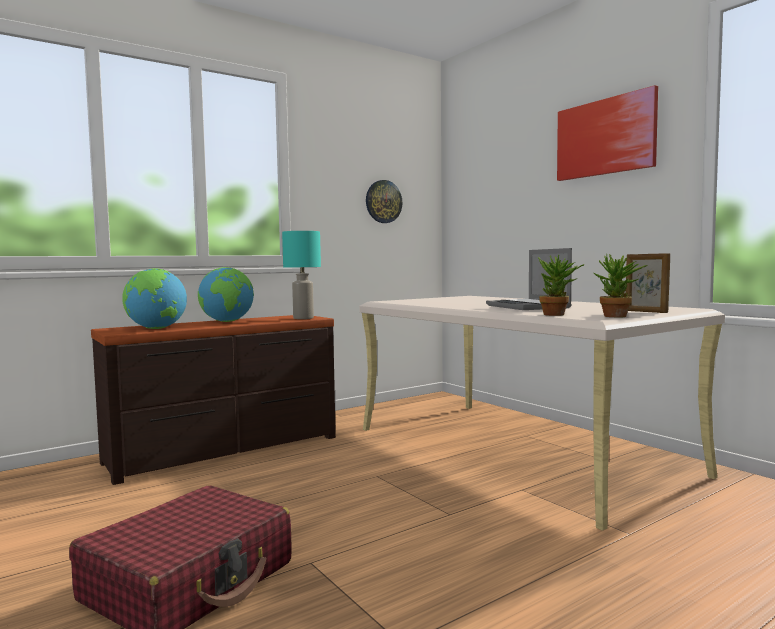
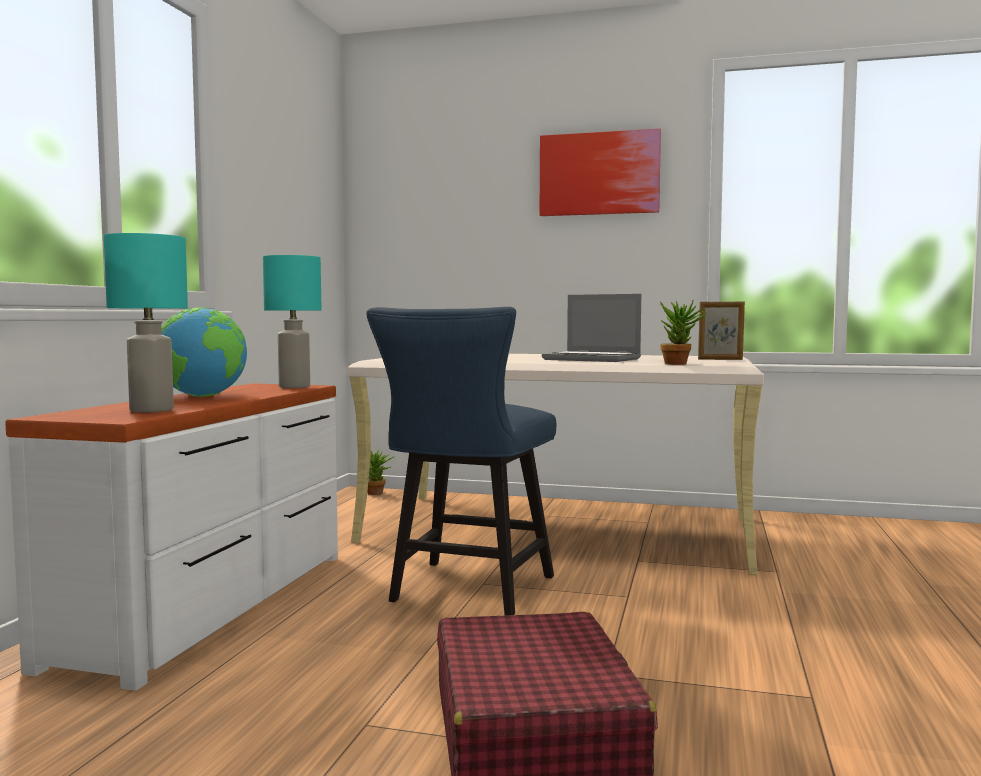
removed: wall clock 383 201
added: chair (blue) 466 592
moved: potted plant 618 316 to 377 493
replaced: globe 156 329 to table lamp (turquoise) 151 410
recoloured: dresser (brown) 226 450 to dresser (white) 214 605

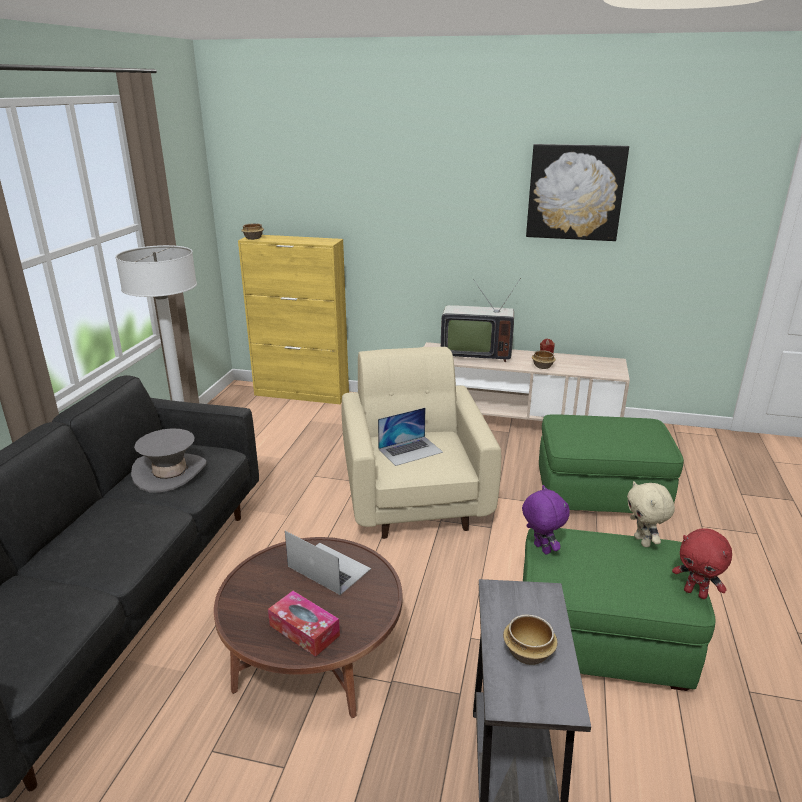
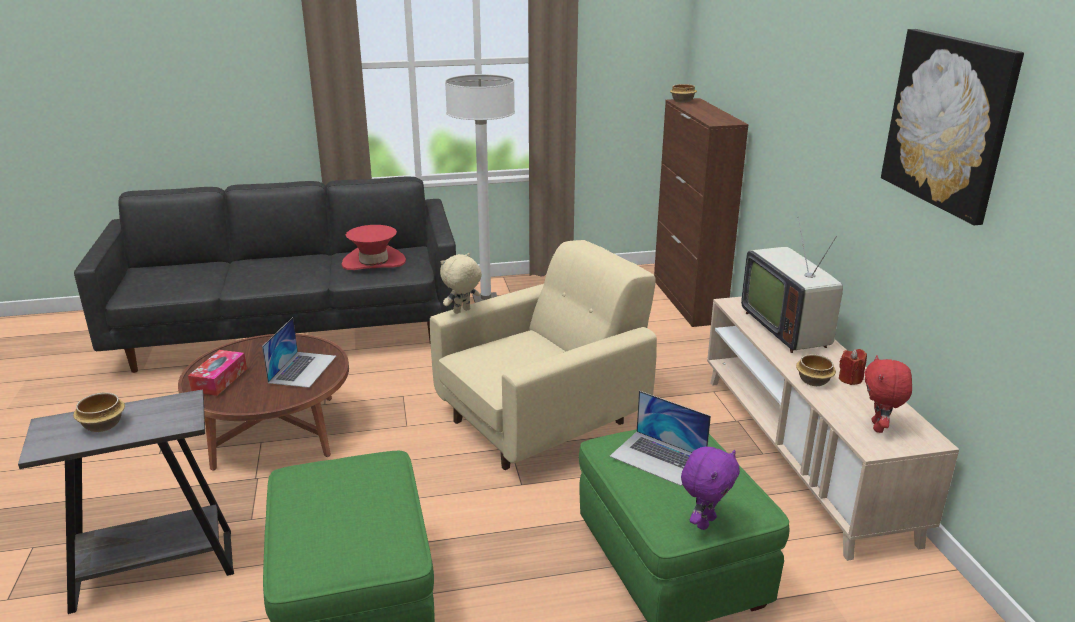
moved: laptop 410 450 to 658 457; plush toy (purple) 540 549 to 704 522; plush toy (beige) 643 541 to 462 311; plush toy (red) 696 593 to 879 427
recoloured: hat (grey) 170 472 to hat (red) 374 262; cabinet (yellow) 302 394 to cabinet (brown) 688 301

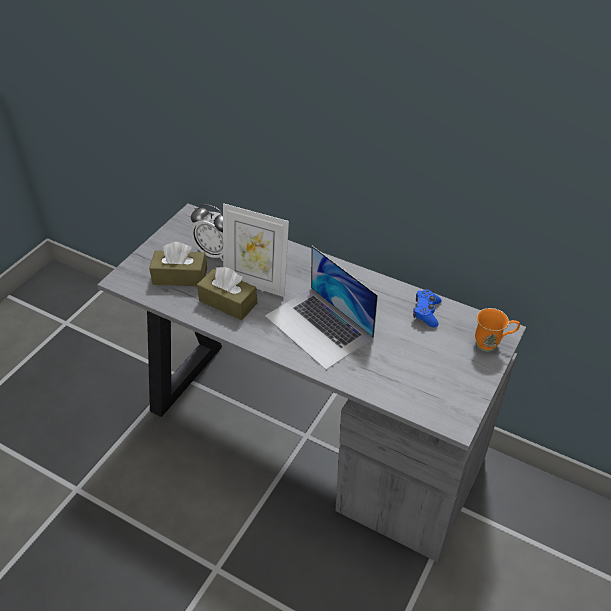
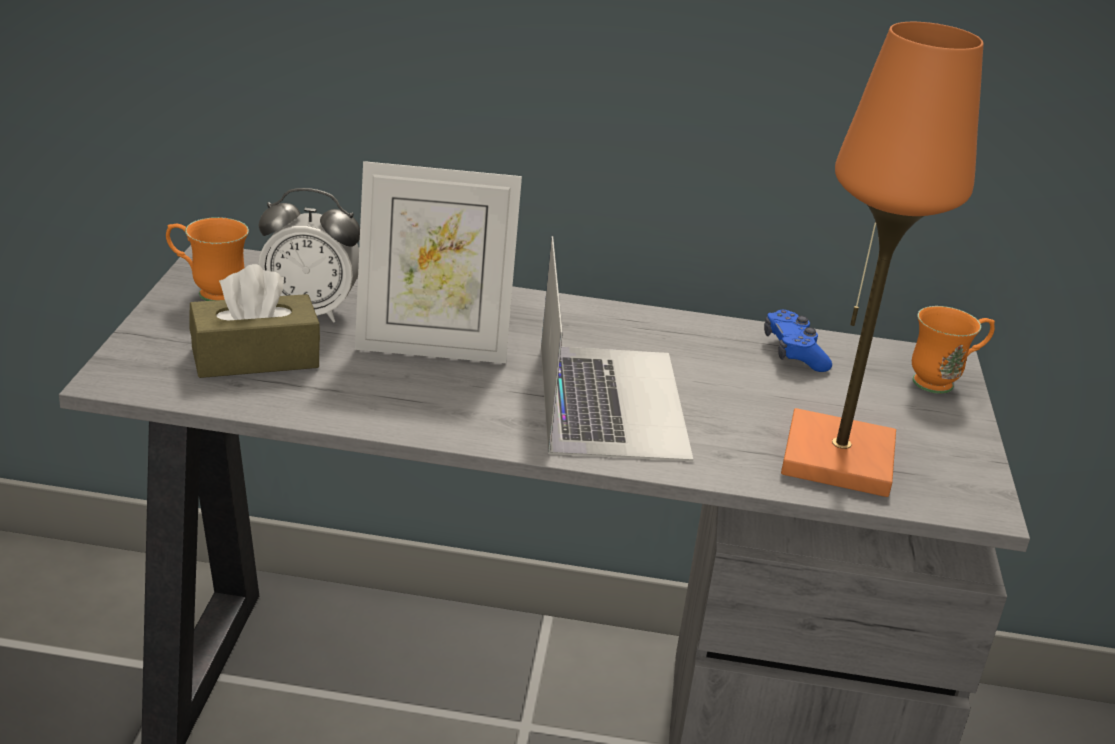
removed: tissue box (brown) 228 302
added: mug (orange) 208 292; table lamp (orange) 837 459
turned: laptop 319 327 = 611 400 120 degrees counterclockwise

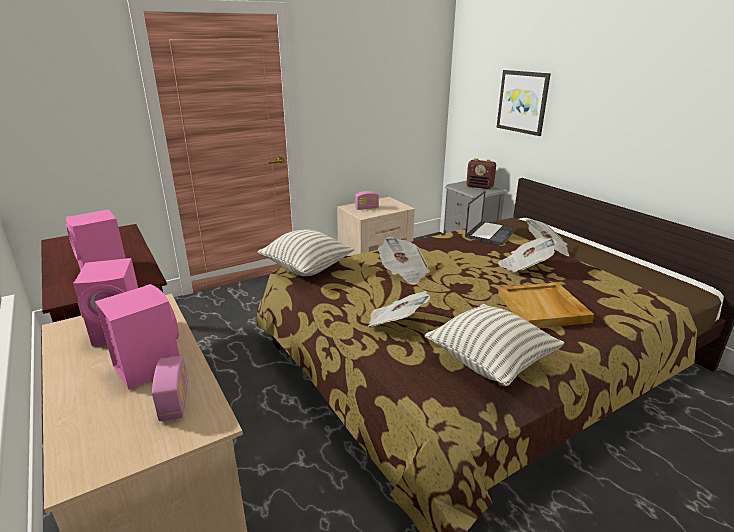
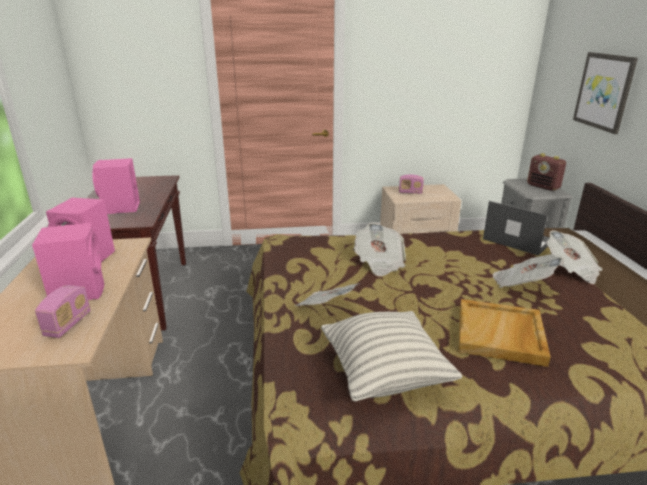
removed: pillow 307 268
turned: laptop 490 233 = 517 240 105 degrees counterclockwise

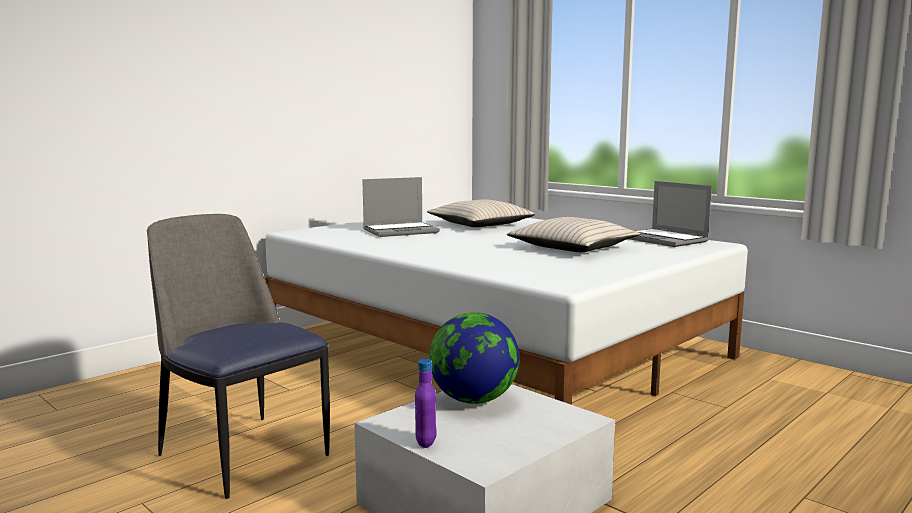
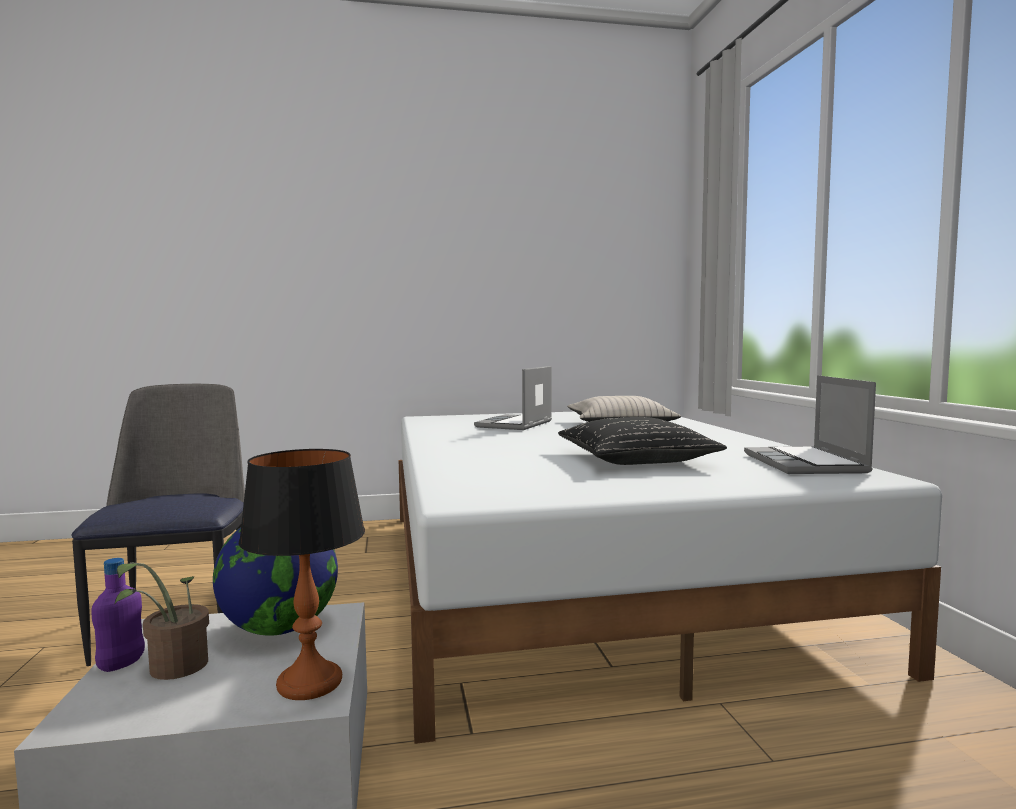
added: potted plant 172 670; table lamp 309 682
recoloured: pillow (beige) 573 248 to pillow (black) 635 459
turned: laptop 401 231 = 515 424 105 degrees clockwise

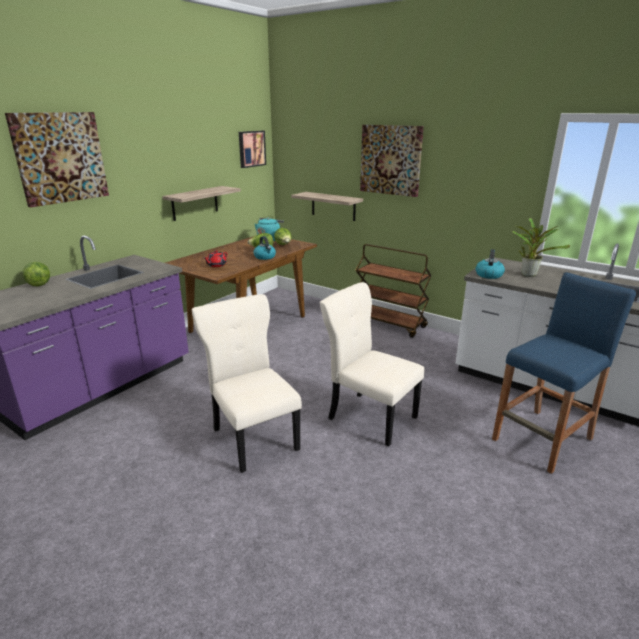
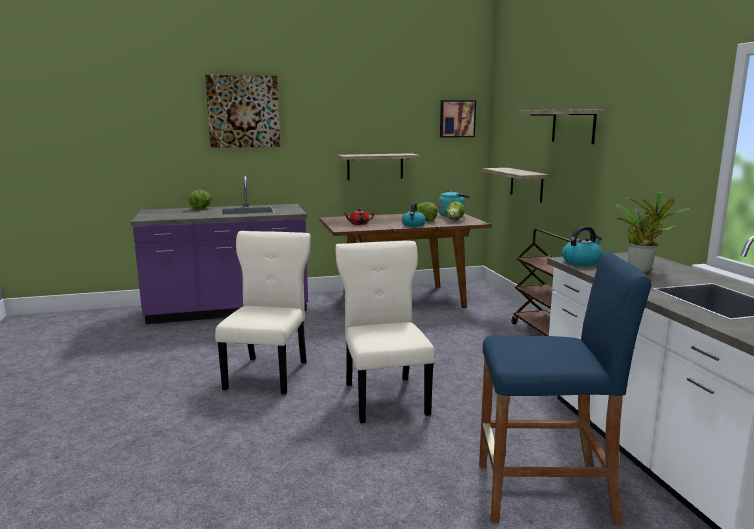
replaced: picture 391 160 to shelf 573 126

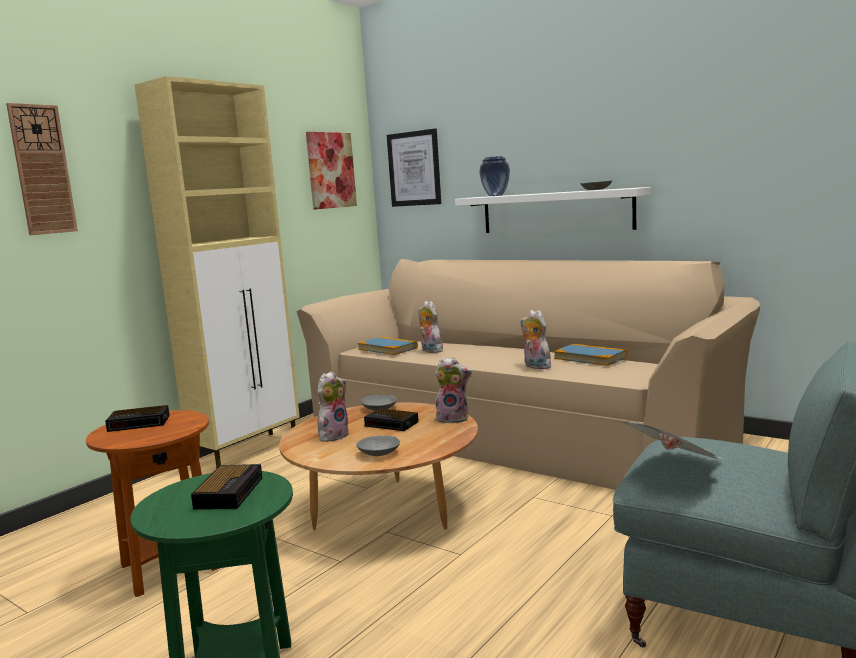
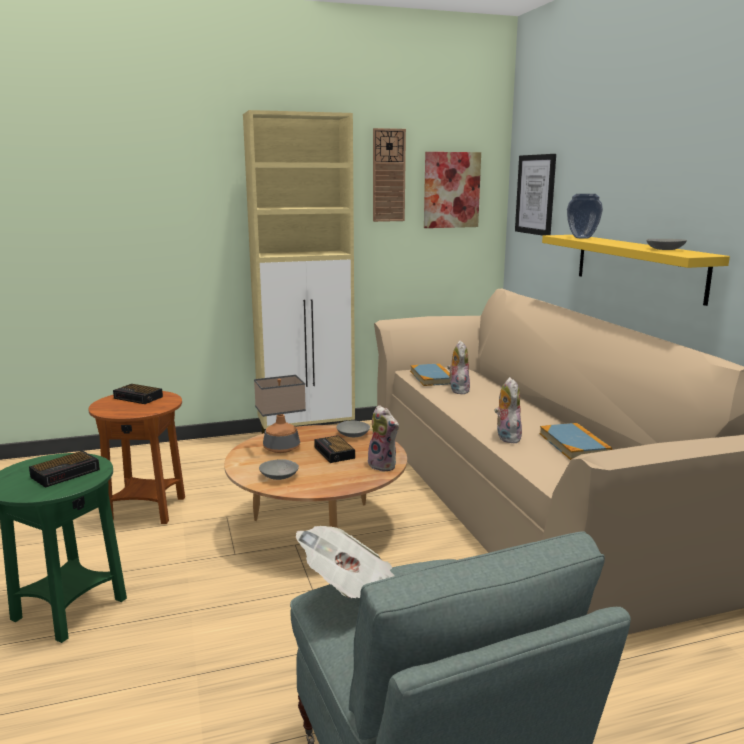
moved: wall clock 42 170 to 388 175
replaced: plush toy 333 435 to table lamp 281 448
recoloured: shelf (white) 555 212 to shelf (yellow) 637 266

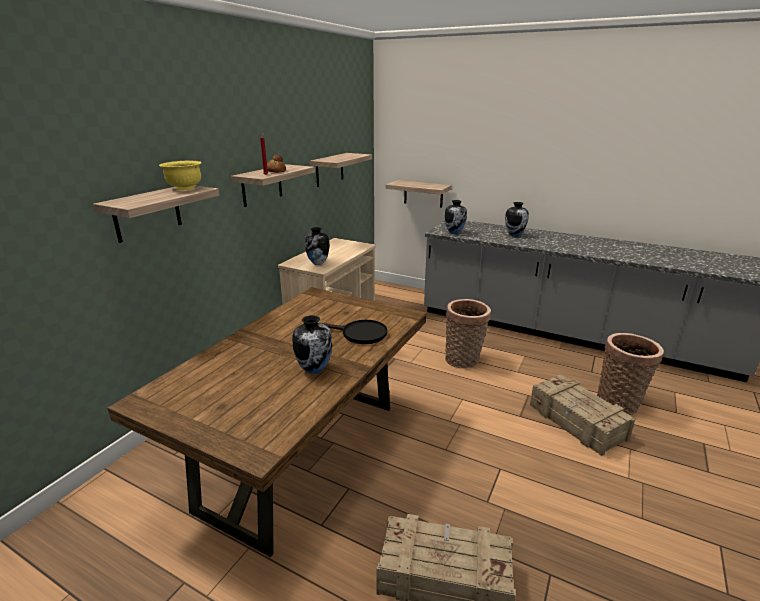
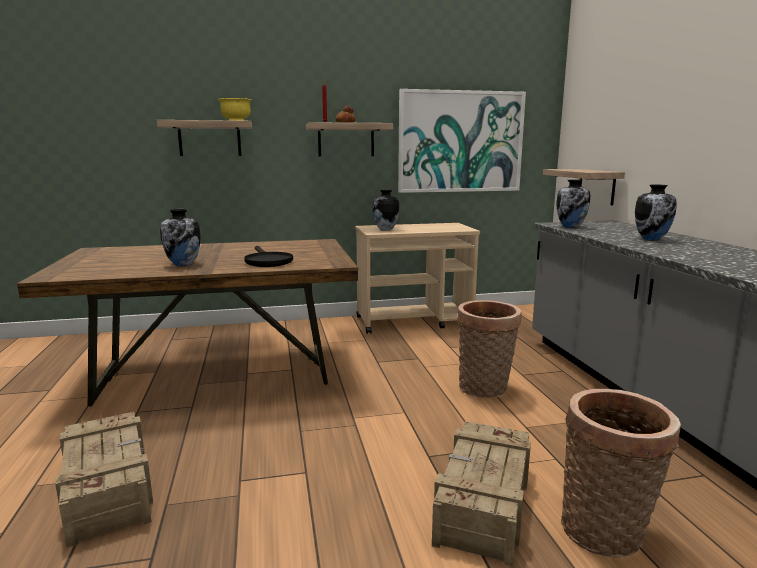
replaced: shelf 329 169 to picture 460 142

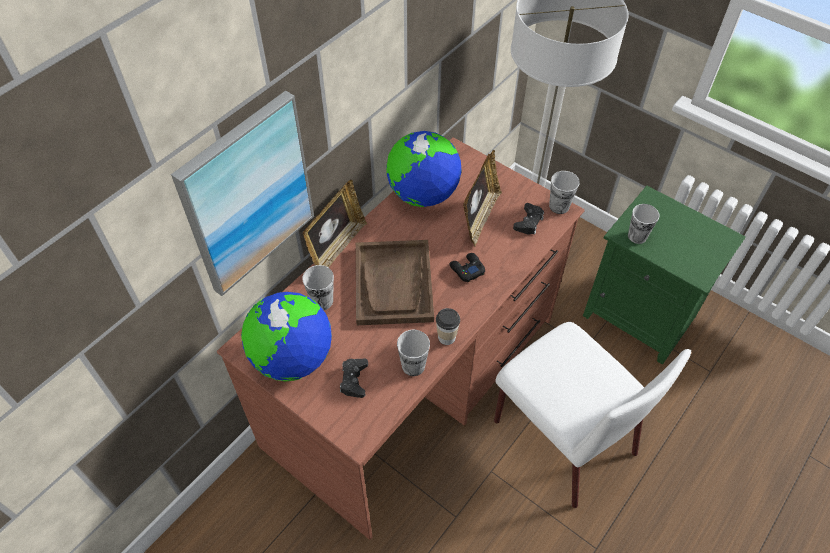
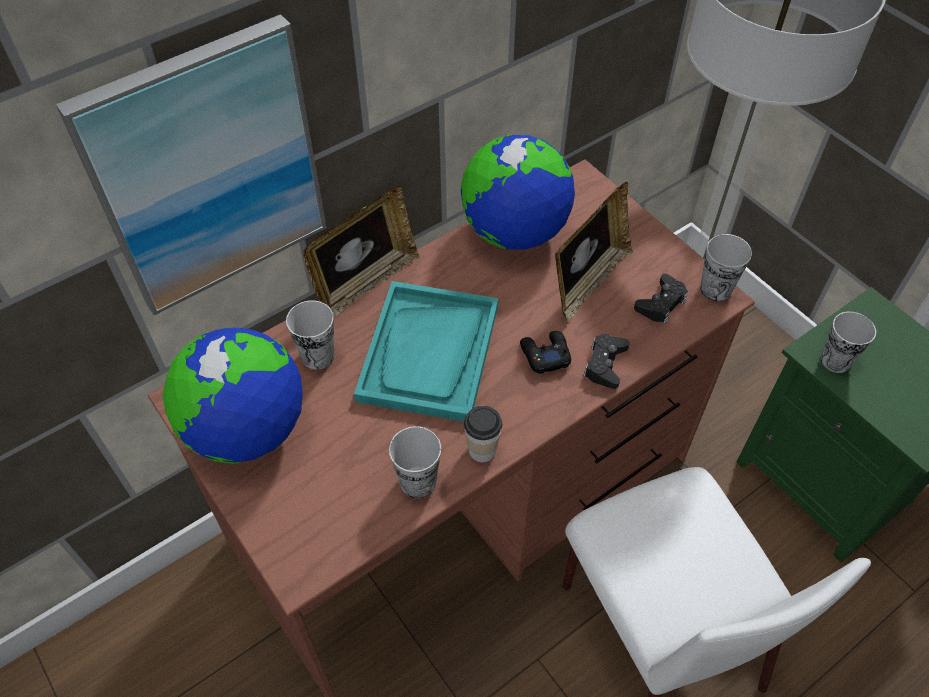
moved: game controller (black) 354 380 to 605 364
recoloured: tray (brown) 394 284 to tray (turquoise) 429 353

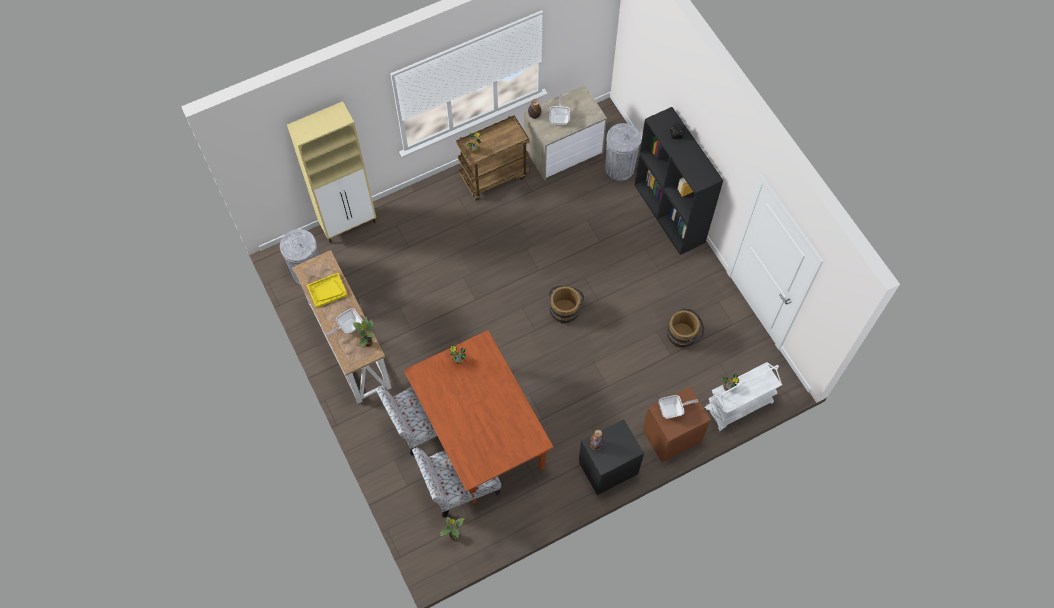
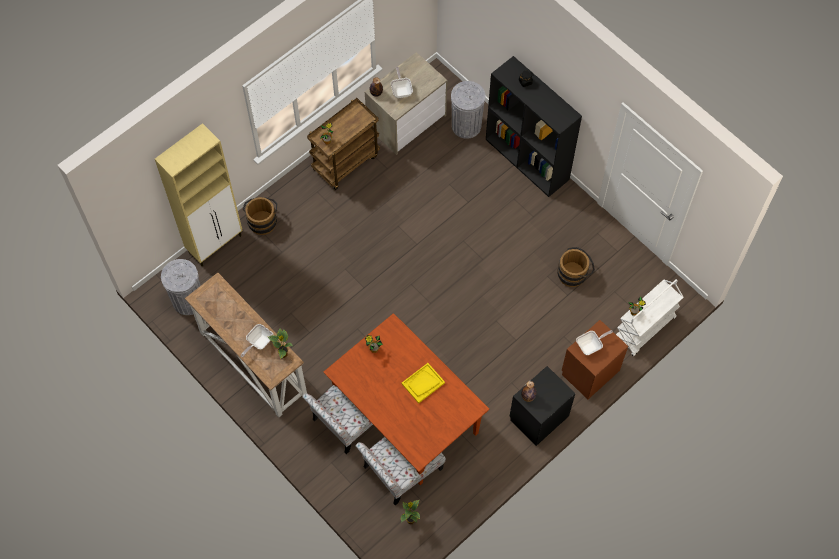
moved: tray (yellow) 327 291 to 423 383; bucket (brown) 565 309 to 262 220

